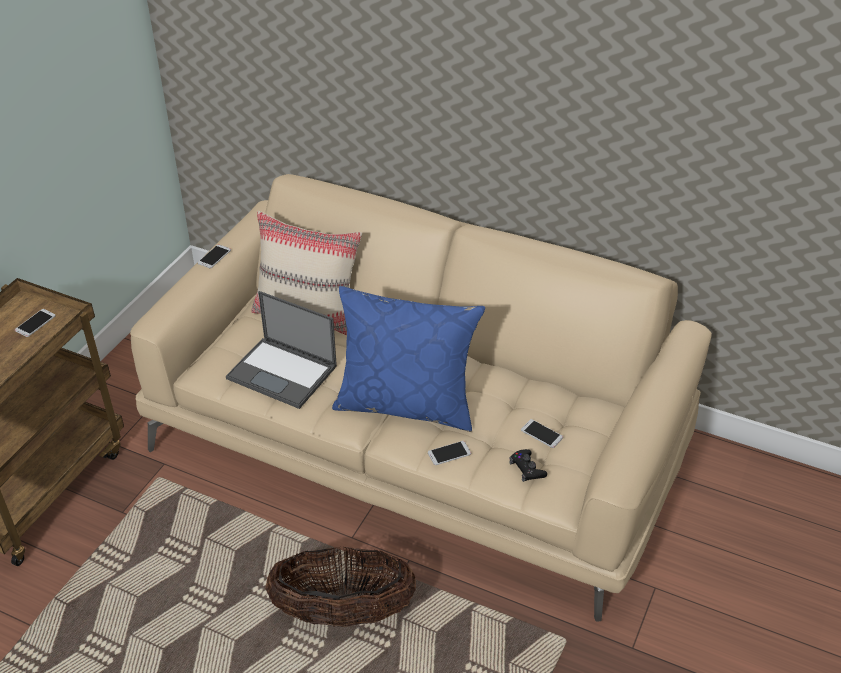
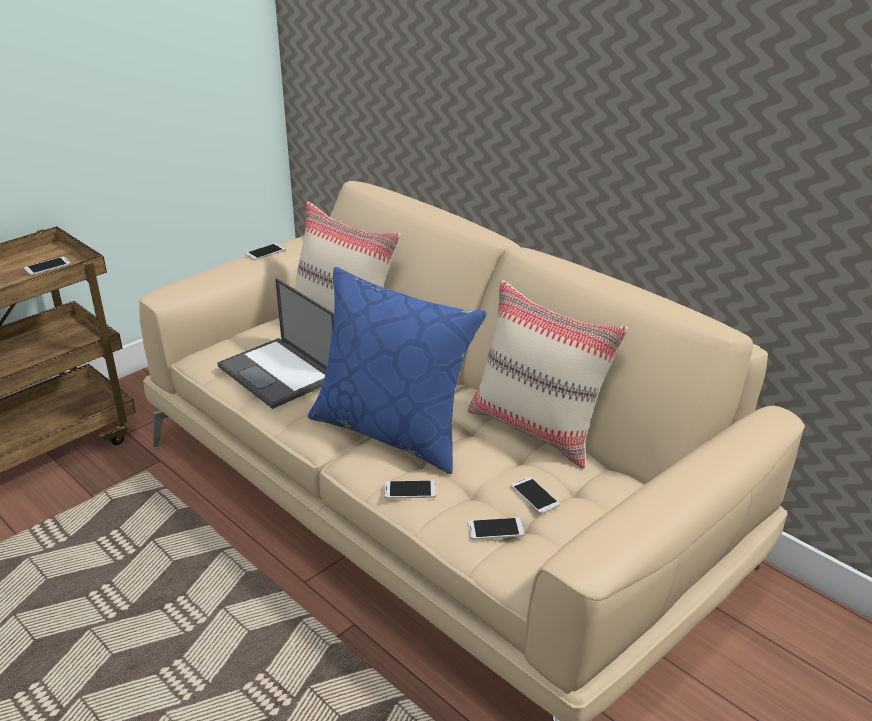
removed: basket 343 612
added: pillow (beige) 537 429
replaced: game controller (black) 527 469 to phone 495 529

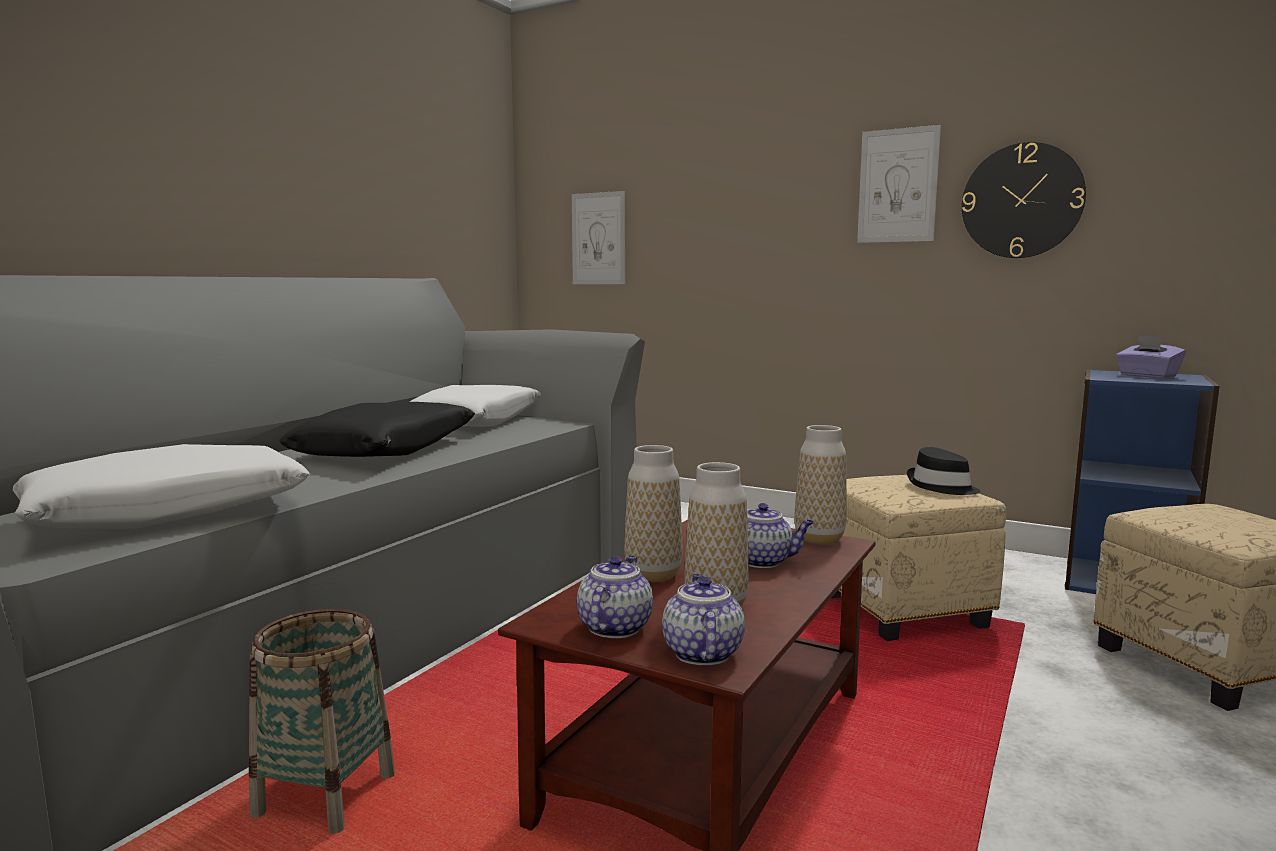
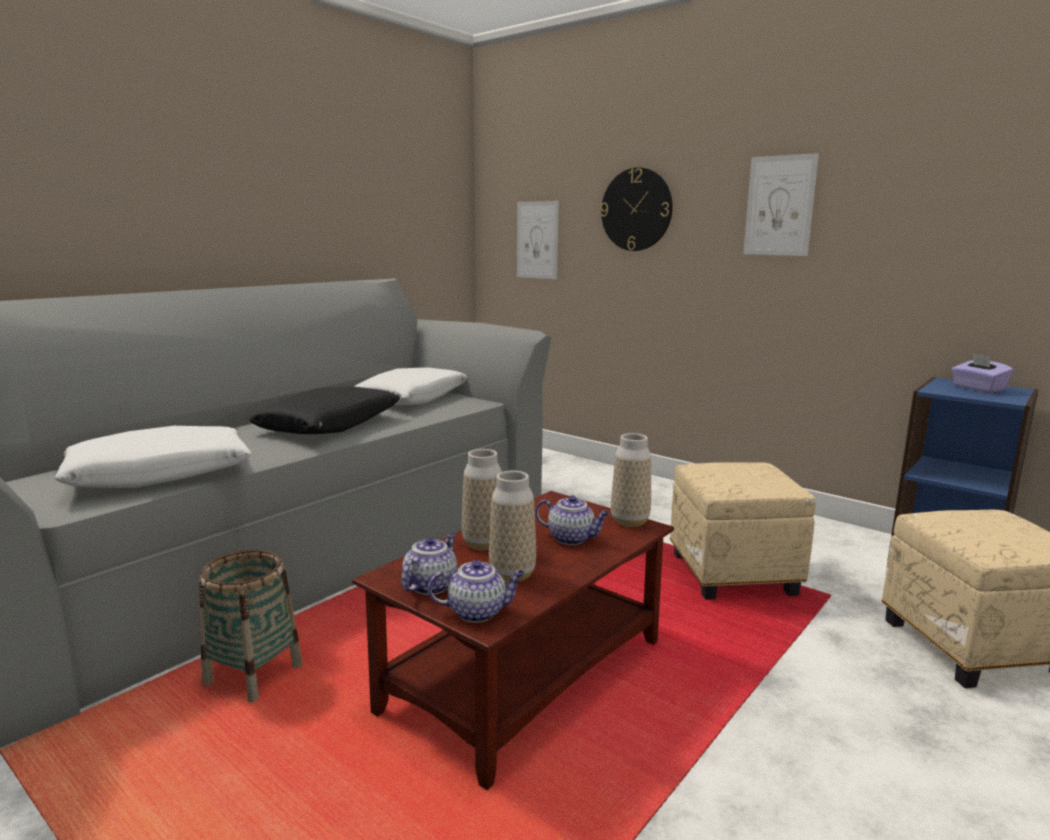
removed: hat (black) 941 486
moved: wall clock 1022 201 to 636 209
turned: teapot 701 652 = 478 612 75 degrees clockwise

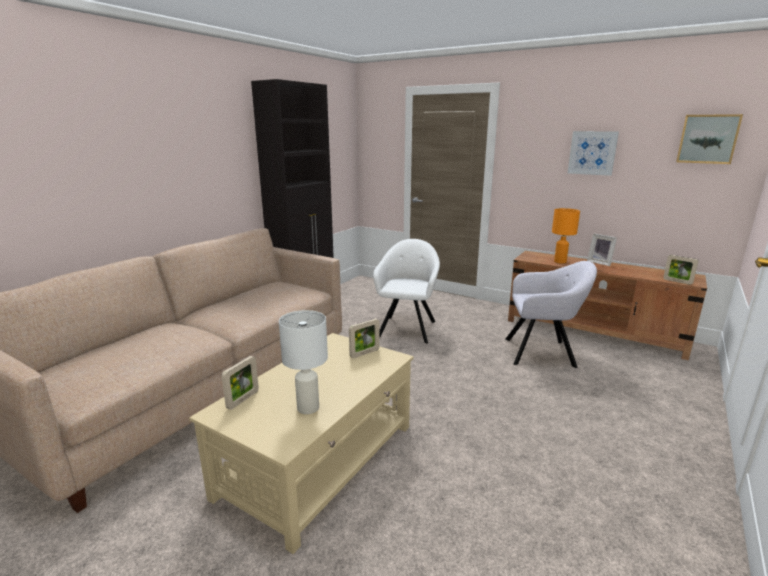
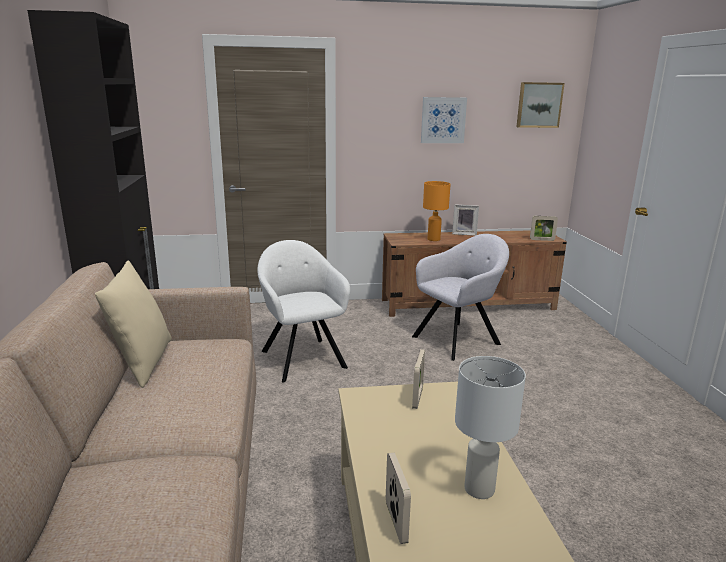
added: pillow (beige) 142 363

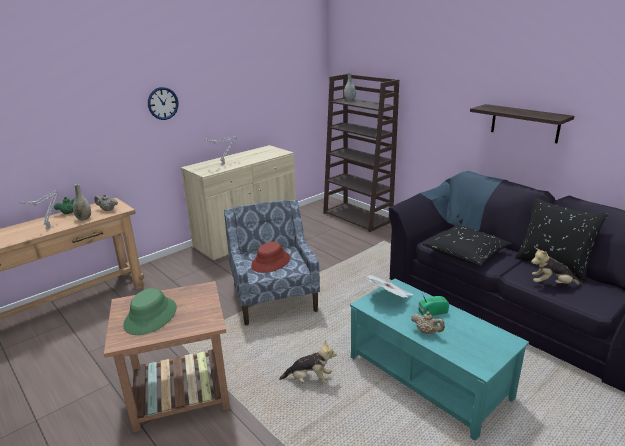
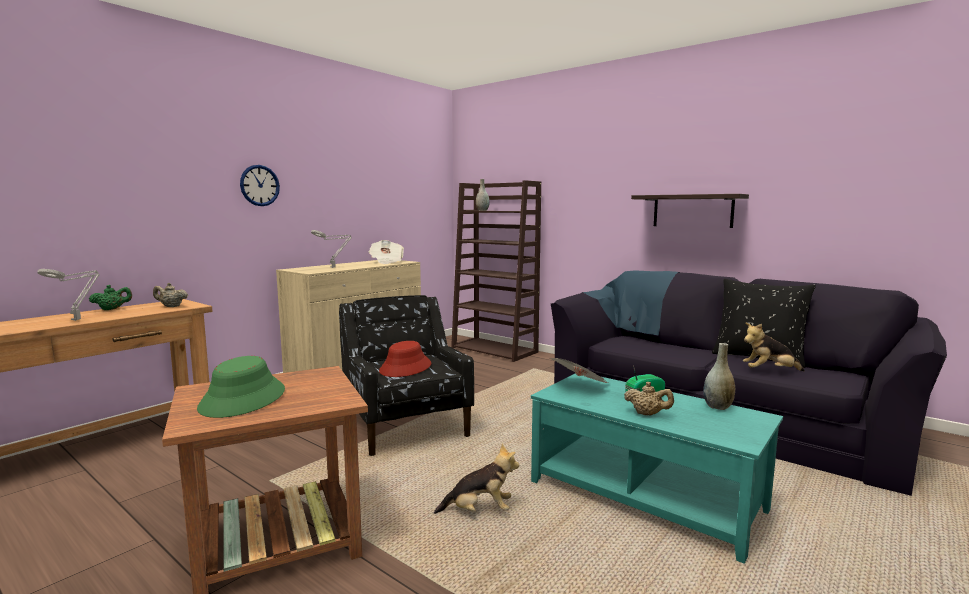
removed: pillow (black) 465 252
added: newspaper 386 262
moved: vase (grey) 84 218 to 717 407
recoloured: armchair (blue) 274 296 to armchair (black) 406 425

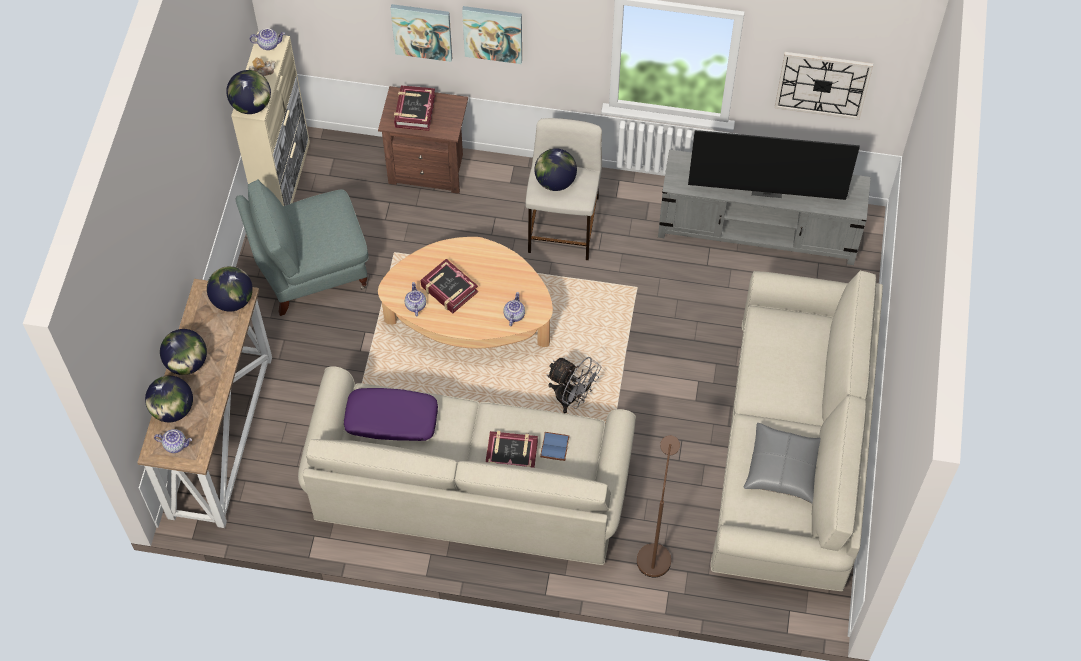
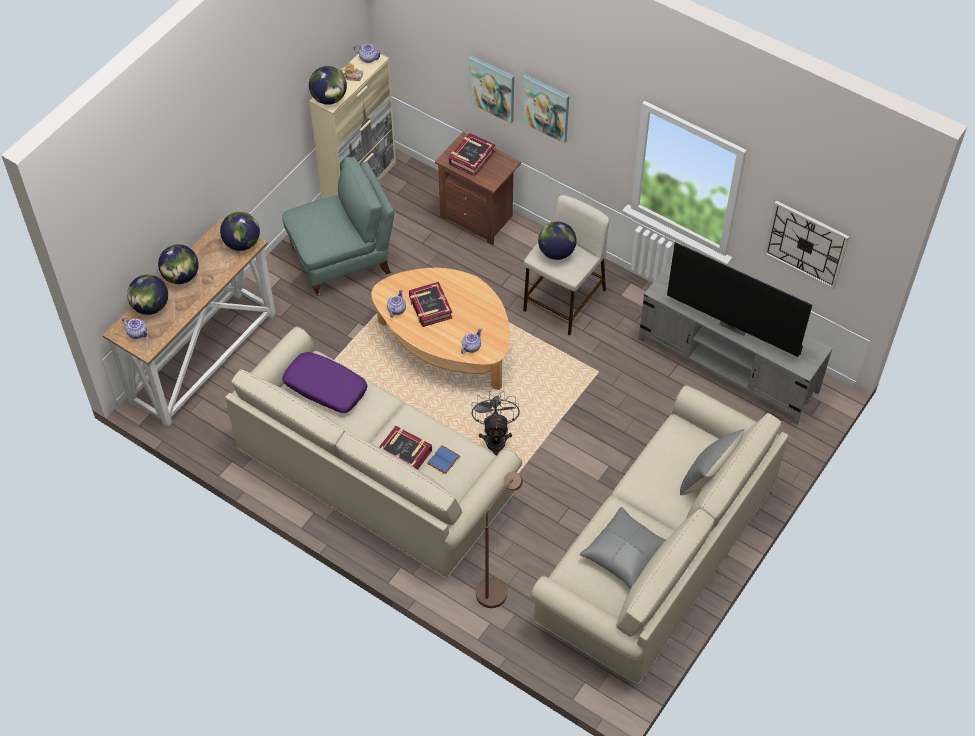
added: pillow (grey) 707 478
turned: armchair (grey) 311 271 = 342 261 150 degrees clockwise; fan (grey) 571 398 = 495 438 150 degrees counterclockwise

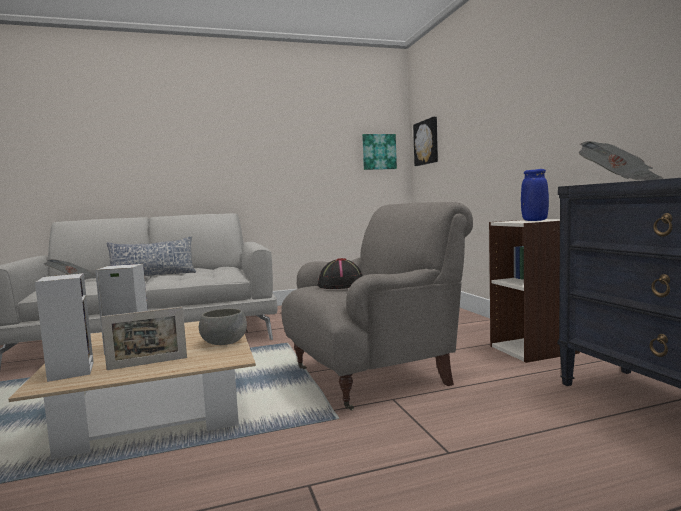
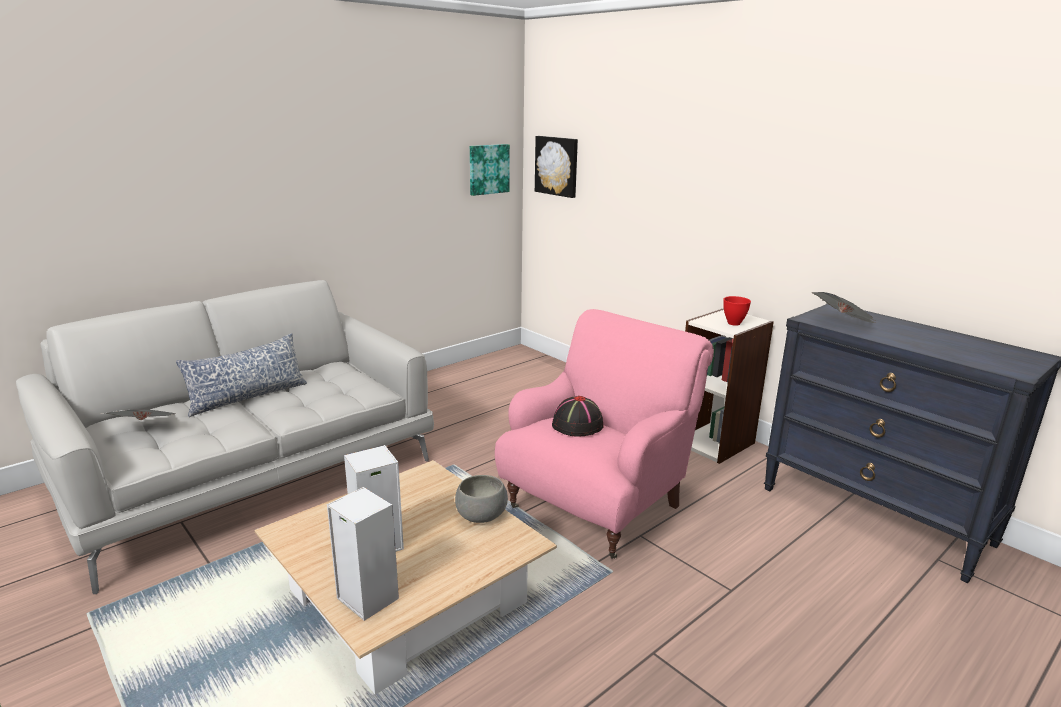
removed: picture frame 148 363
replaced: vase (blue) 534 220 to bowl (red) 734 323
recoloured: armchair (grey) 374 376 to armchair (pink) 597 506

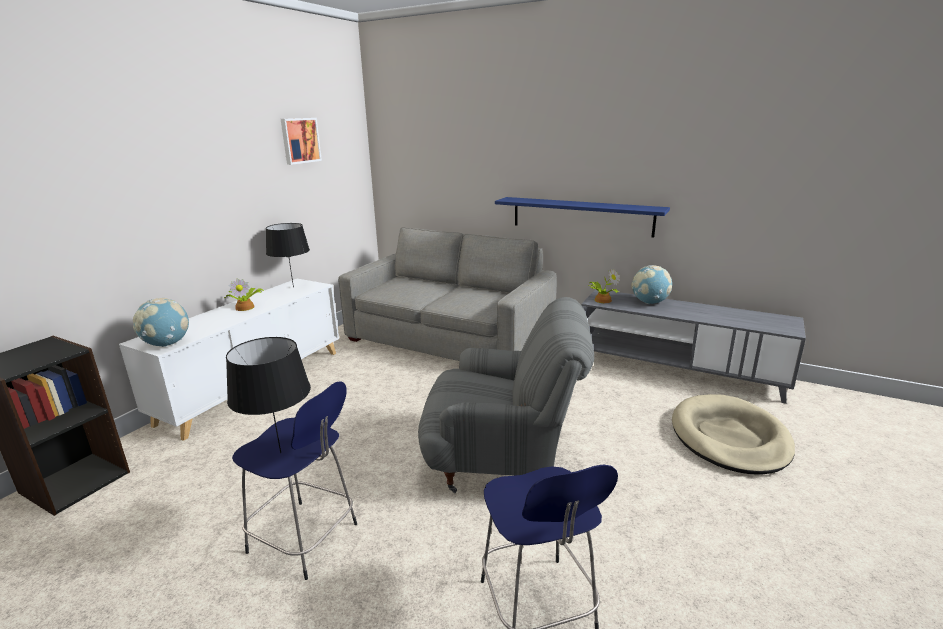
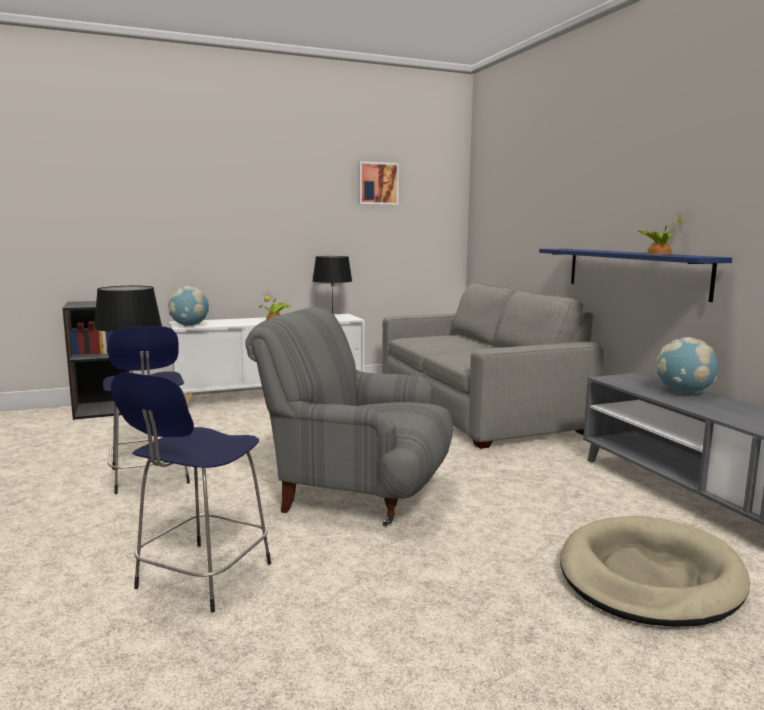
moved: potted plant 601 300 to 657 254
turned: armchair (grey) 504 460 = 357 494 150 degrees clockwise

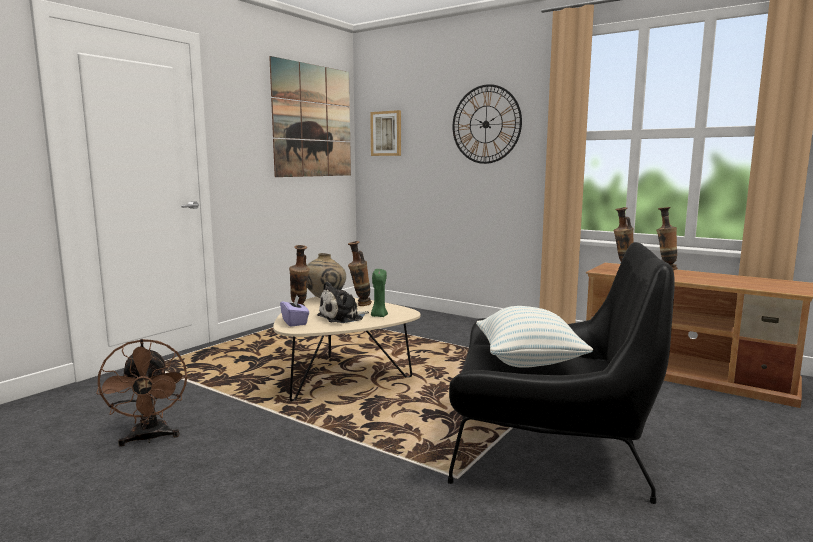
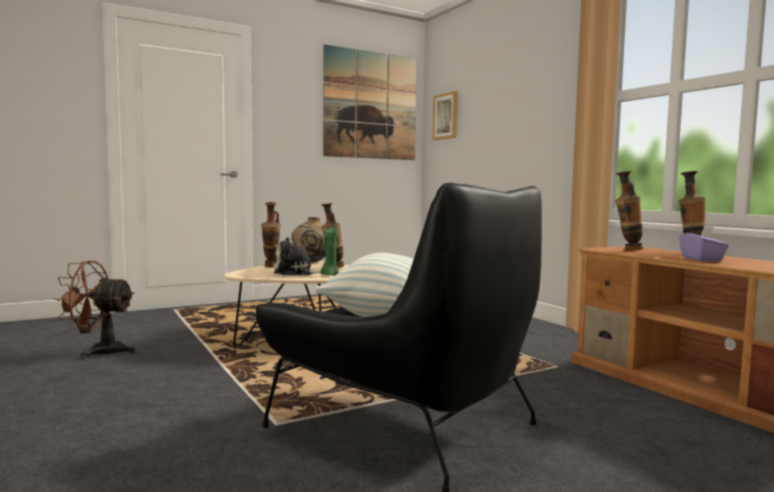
removed: wall clock 486 124
moved: tissue box (purple) 295 322 to 702 259
turned: fan (brown) 149 438 = 99 351 90 degrees clockwise

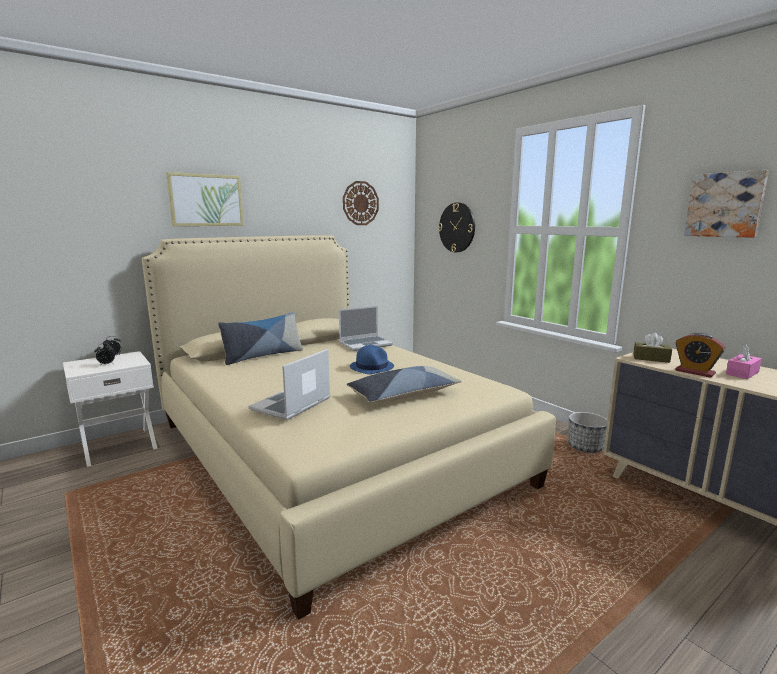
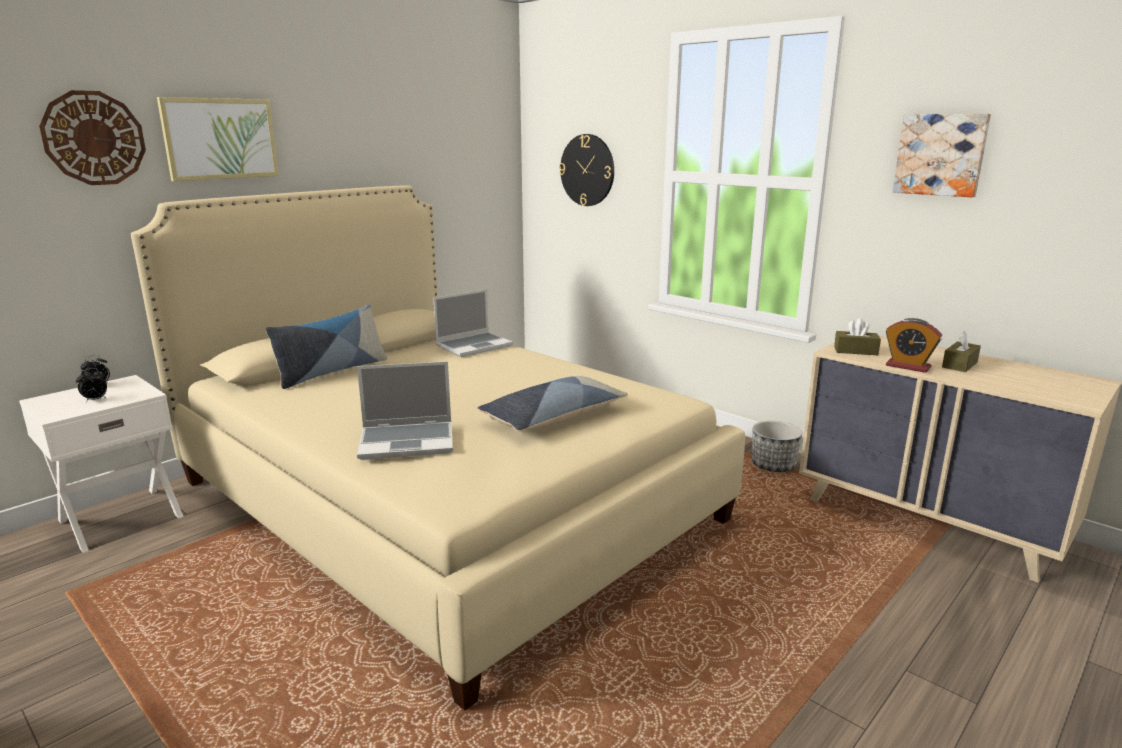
removed: hat (blue) 372 367
moved: wall clock 360 203 to 94 138
recoloured: tissue box (pink) 742 373 to tissue box (brown) 959 365
turned: laptop 291 405 = 408 442 120 degrees counterclockwise

